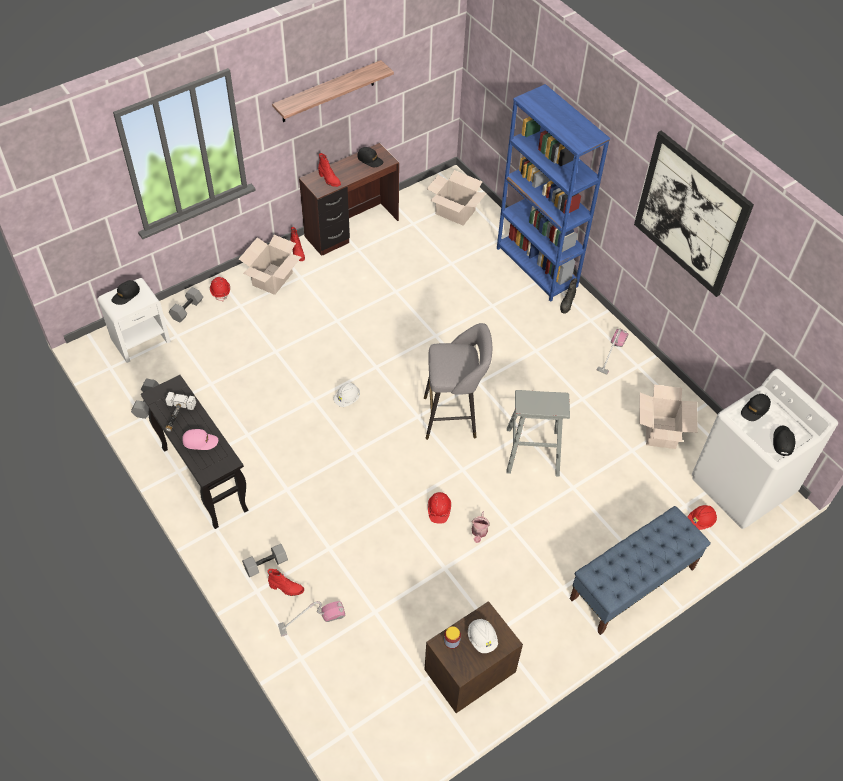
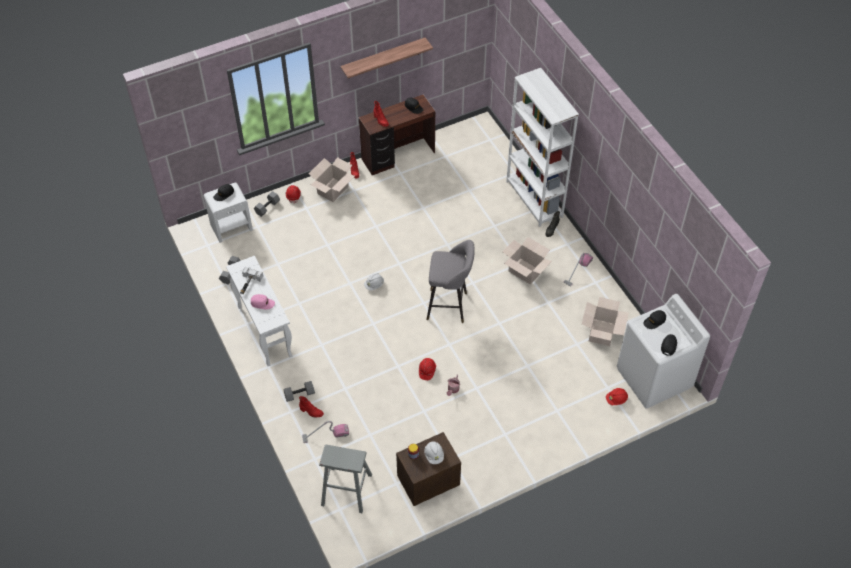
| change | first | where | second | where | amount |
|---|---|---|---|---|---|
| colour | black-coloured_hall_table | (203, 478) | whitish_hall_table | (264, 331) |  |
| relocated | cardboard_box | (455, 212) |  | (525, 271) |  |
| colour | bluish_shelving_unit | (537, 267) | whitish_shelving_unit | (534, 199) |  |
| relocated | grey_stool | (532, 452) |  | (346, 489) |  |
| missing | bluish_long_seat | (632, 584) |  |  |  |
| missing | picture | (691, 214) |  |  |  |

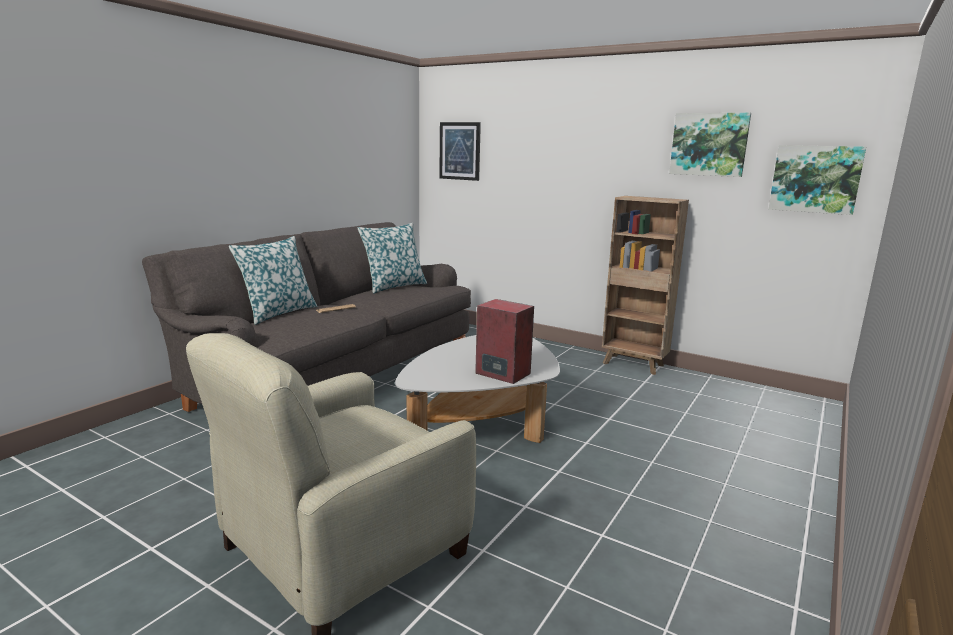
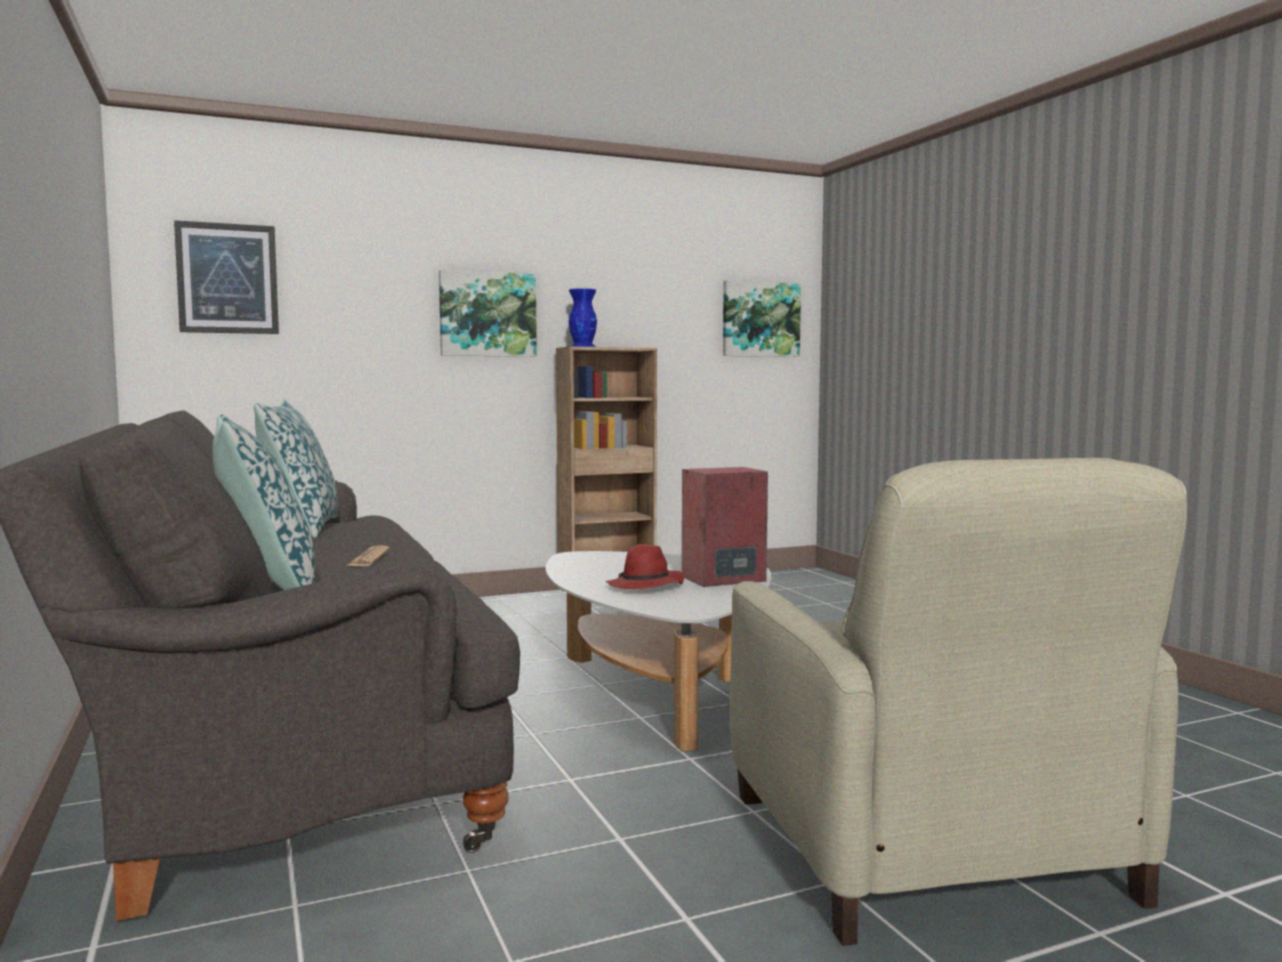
| change | first | where | second | where | amount |
|---|---|---|---|---|---|
| relocated | picture | (709, 144) |  | (487, 314) |  |
| appeared |  |  | bluish_vase | (583, 346) |  |
| appeared |  |  | red_hat | (645, 586) |  |

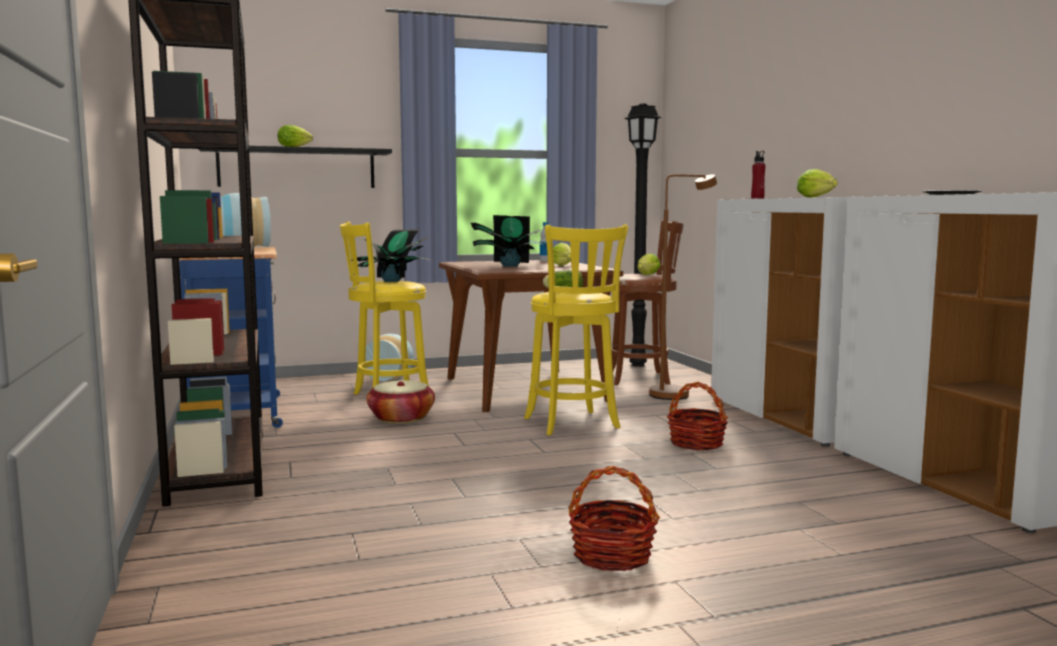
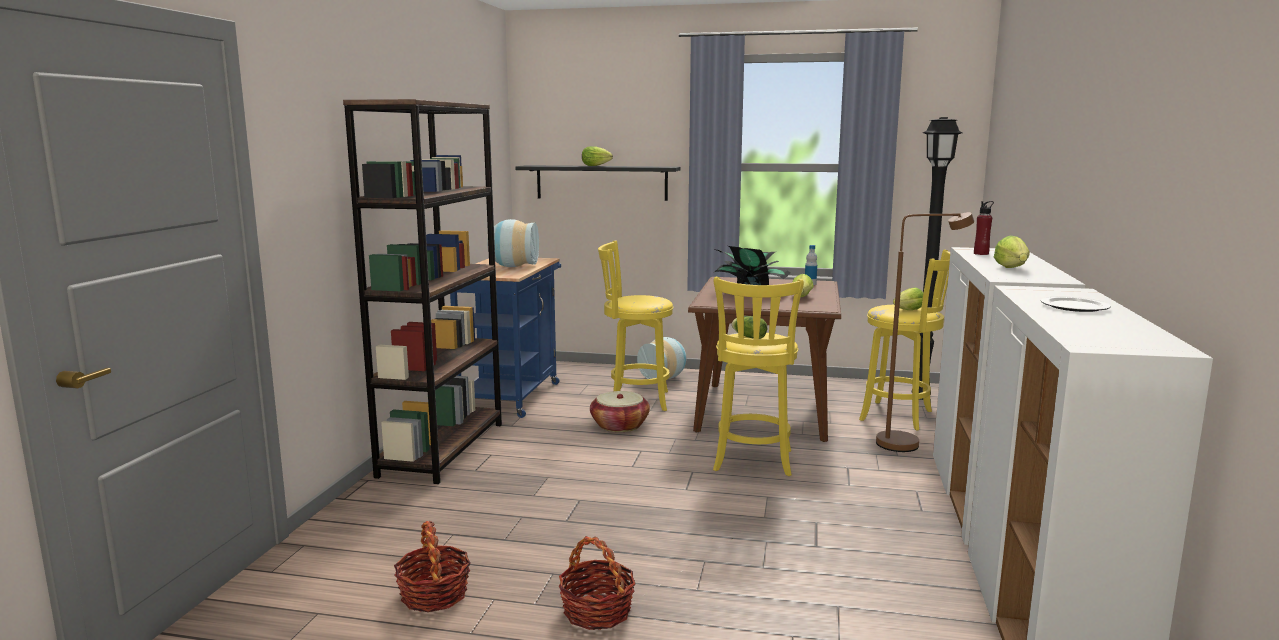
| change | first | where | second | where | amount |
|---|---|---|---|---|---|
| missing | houseplant | (392, 281) |  |  |  |
| colour | brown-coloured_stool | (642, 378) | yellow_stool | (900, 416) |  |
| relocated | basket | (696, 443) |  | (434, 595) |  |

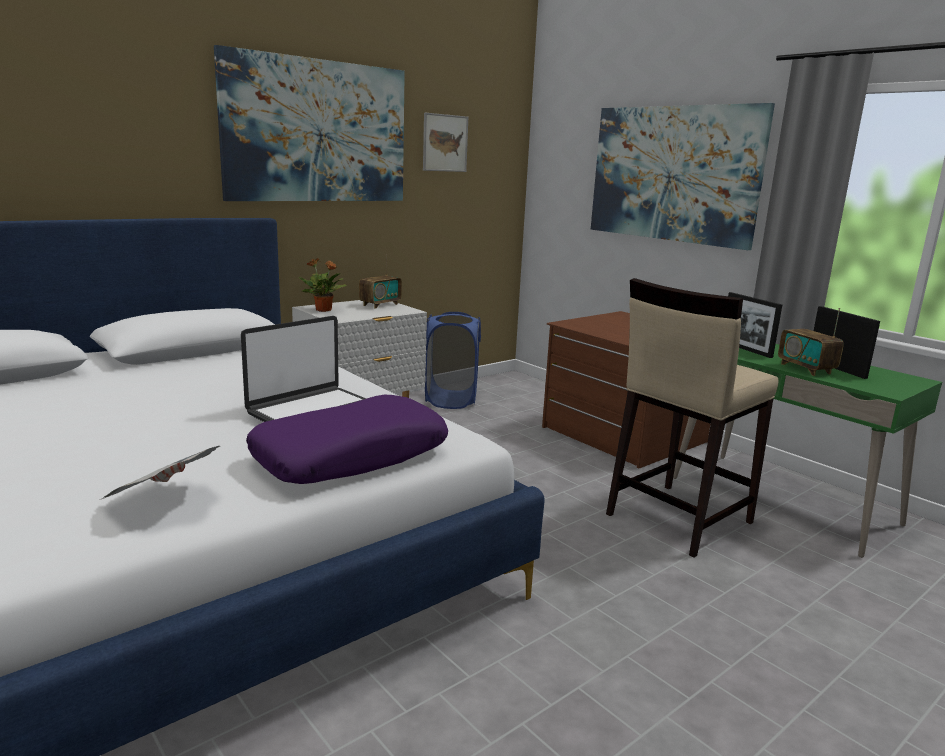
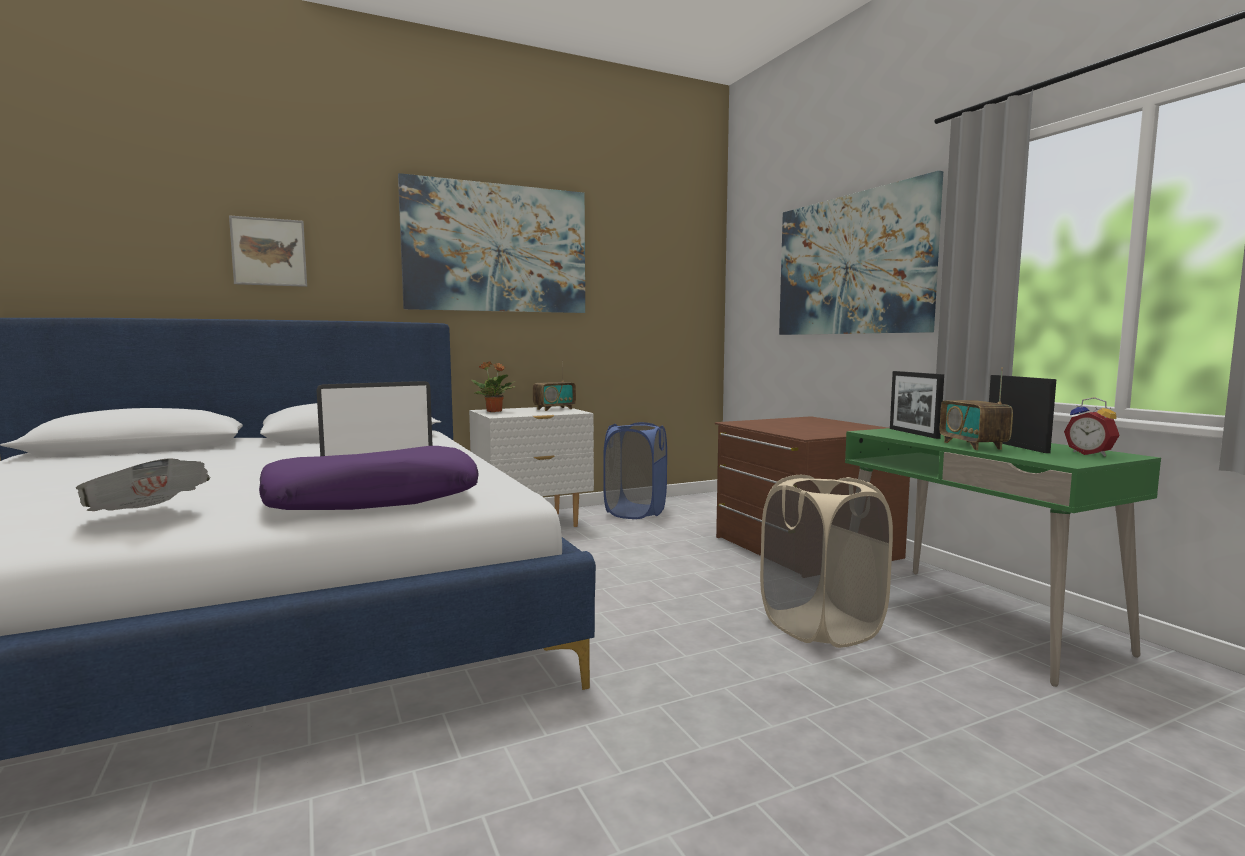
| change | first | where | second | where | amount |
|---|---|---|---|---|---|
| relocated | picture | (445, 143) |  | (269, 252) |  |
| exchanged | sand-coloured_stool | (677, 518) | sand-coloured_laundry_basket | (820, 627) |  |
| appeared |  |  | bedside_clock | (1091, 454) |  |

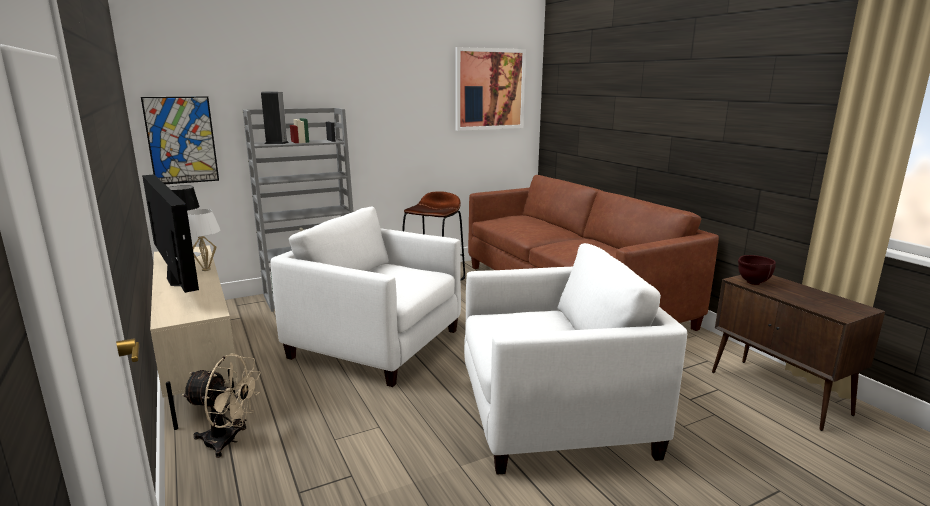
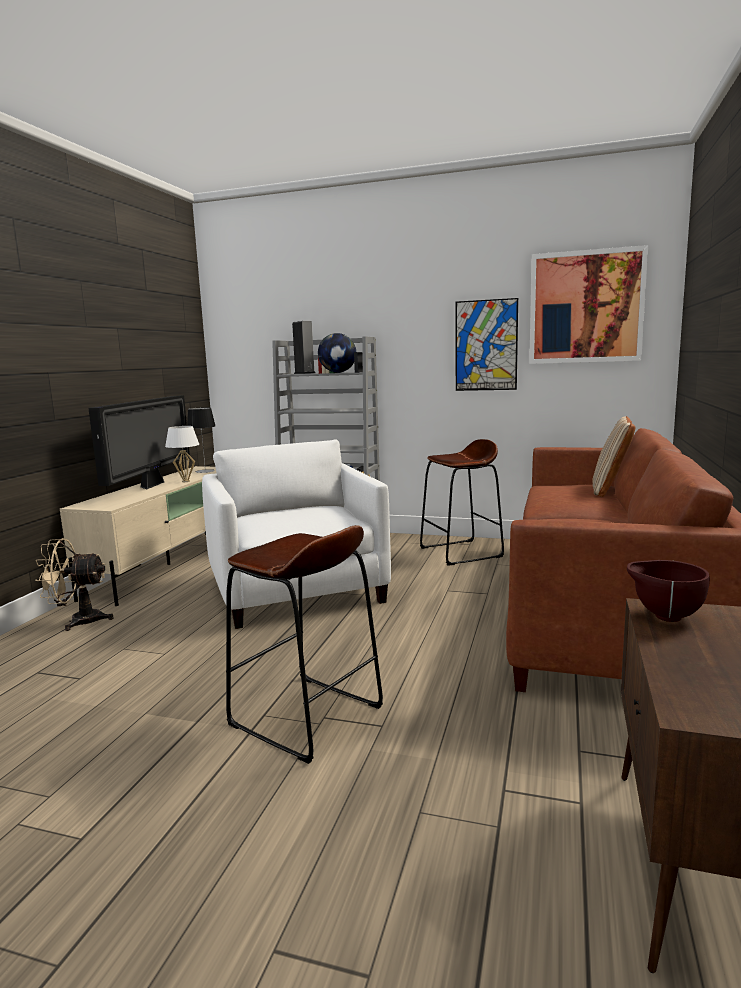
| change | first | where | second | where | amount |
|---|---|---|---|---|---|
| relocated | picture | (181, 140) |  | (486, 345) |  |
| spun | sand-coloured_fan | (228, 441) |  | (78, 621) | 120 degrees clockwise |
| exchanged | whitish_easy_chair | (554, 414) | brown-coloured_stool | (306, 716) |  |
| appeared |  |  | desk_globe | (338, 372) |  |
| appeared |  |  | sand-coloured_pillow | (610, 490) |  |

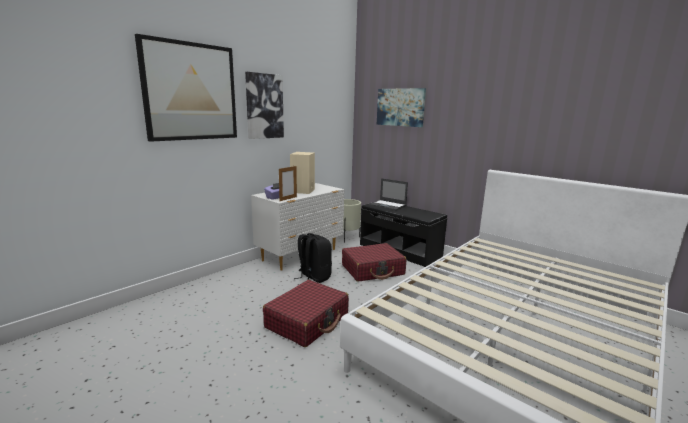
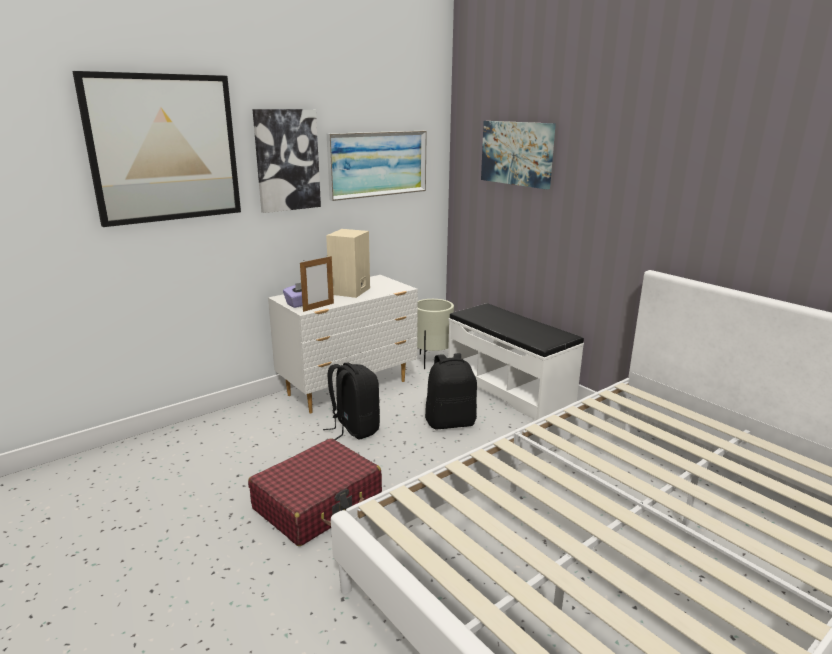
| change | first | where | second | where | amount |
|---|---|---|---|---|---|
| exchanged | red_suitcase | (373, 270) | black-coloured_backpack | (450, 422) |  |
| colour | black-coloured_long_seat | (400, 250) | whitish_long_seat | (509, 388) |  |
| missing | laptop | (388, 205) |  |  |  |
| appeared |  |  | picture | (378, 164) |  |

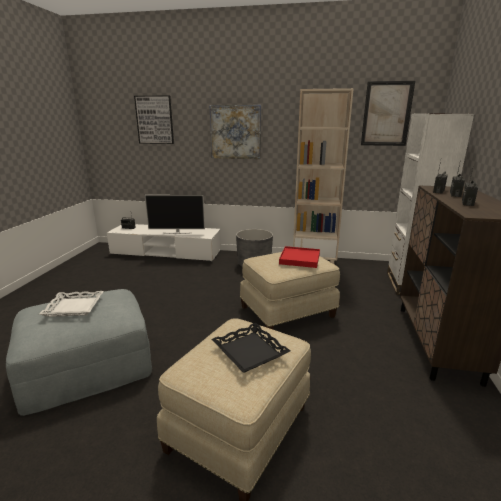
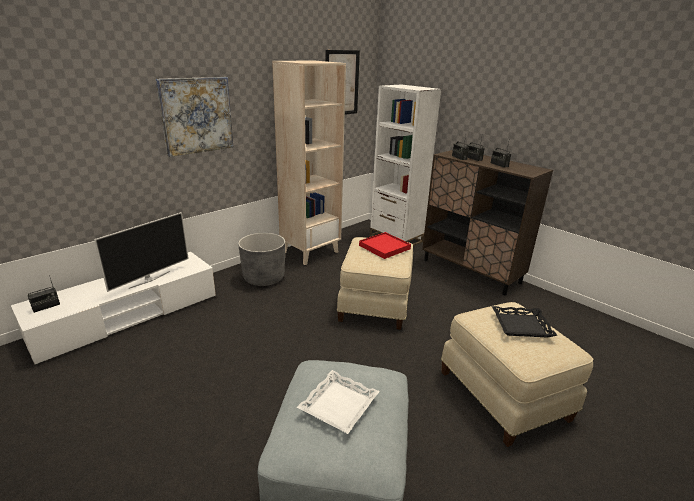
| change | first | where | second | where | amount |
|---|---|---|---|---|---|
| missing | picture | (155, 120) |  |  |  |

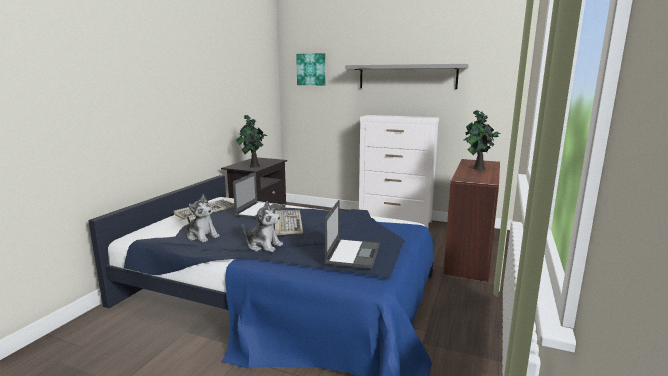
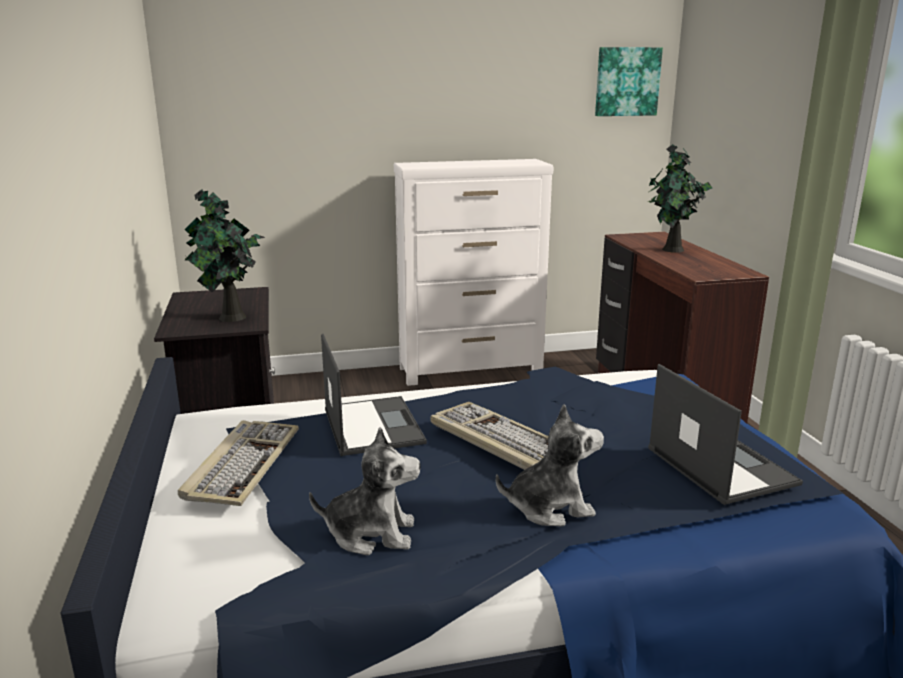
| change | first | where | second | where | amount |
|---|---|---|---|---|---|
| relocated | picture | (311, 69) |  | (627, 81) |  |
| missing | grey_bracket_shelf | (407, 77) |  |  |  |

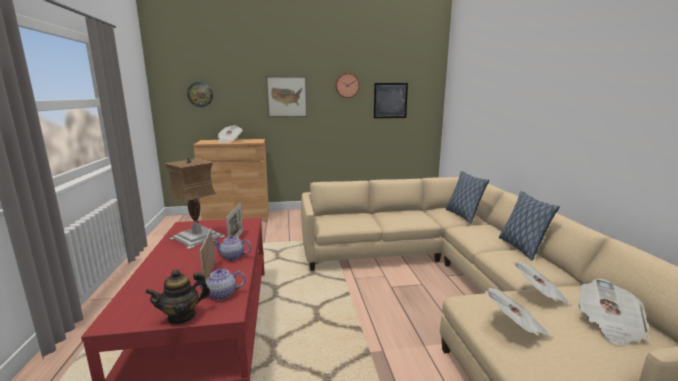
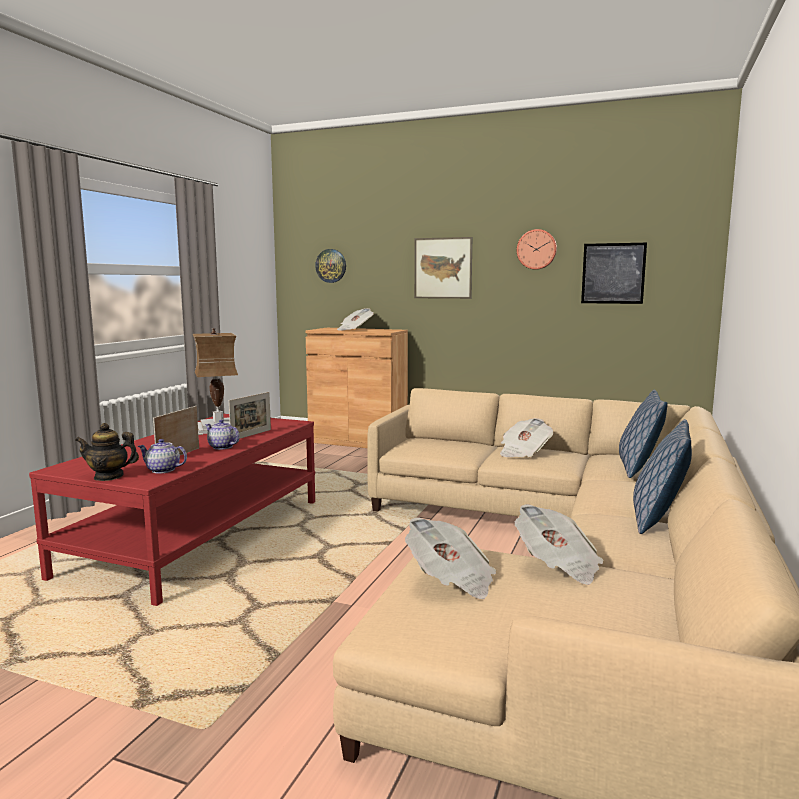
| change | first | where | second | where | amount |
|---|---|---|---|---|---|
| relocated | printed_paper | (609, 325) |  | (523, 452) |  |

